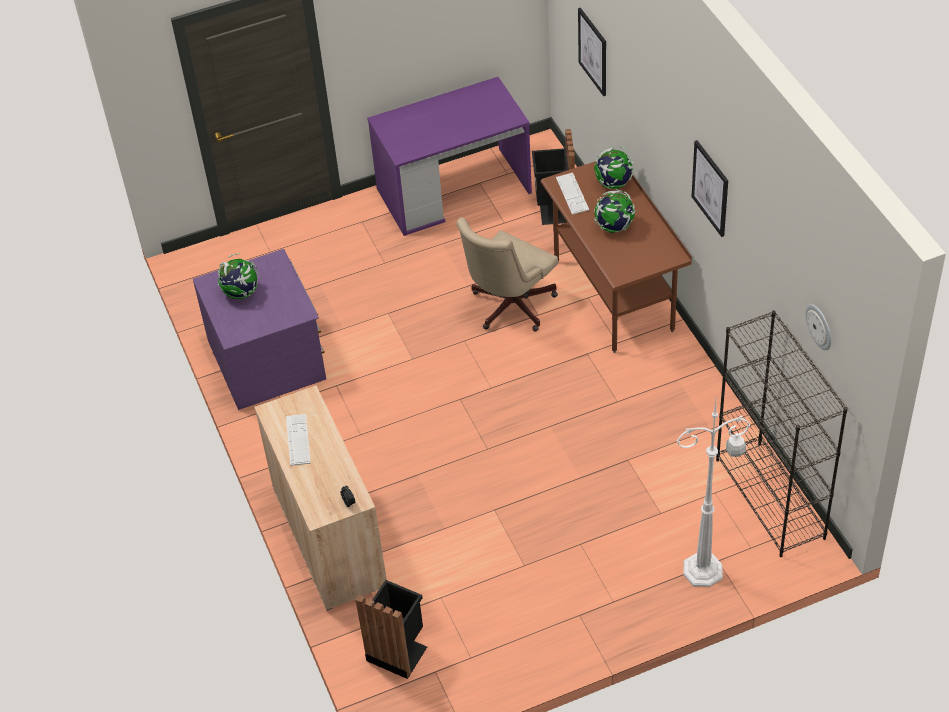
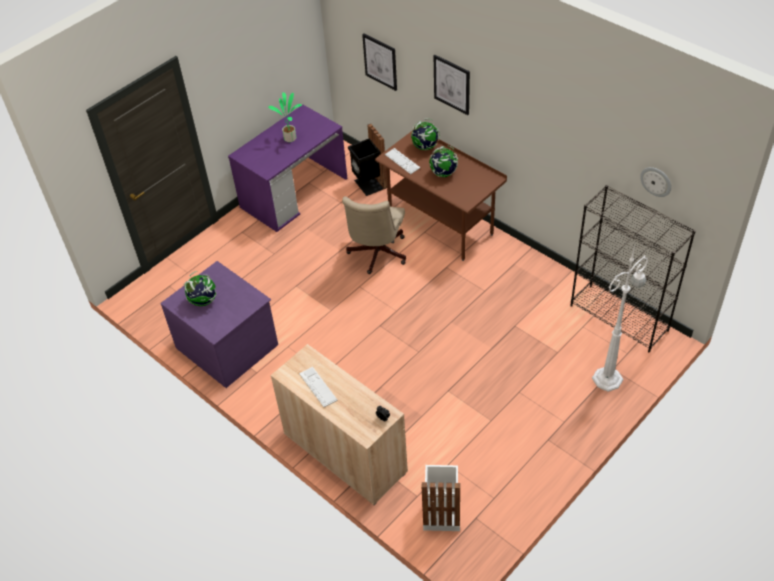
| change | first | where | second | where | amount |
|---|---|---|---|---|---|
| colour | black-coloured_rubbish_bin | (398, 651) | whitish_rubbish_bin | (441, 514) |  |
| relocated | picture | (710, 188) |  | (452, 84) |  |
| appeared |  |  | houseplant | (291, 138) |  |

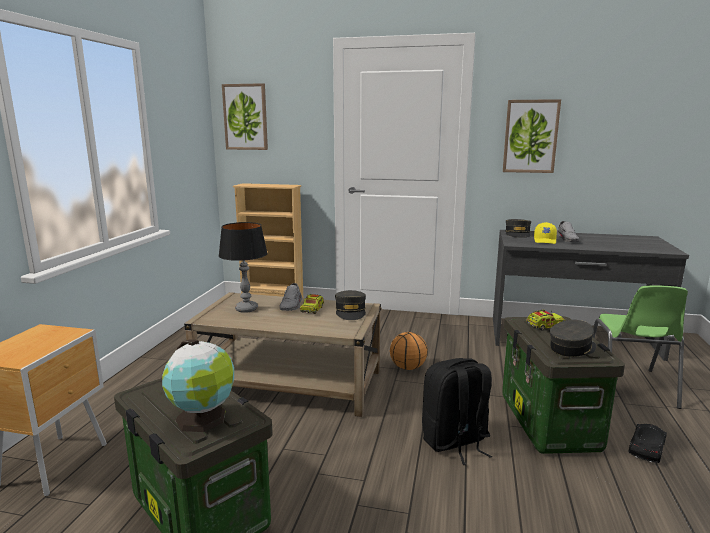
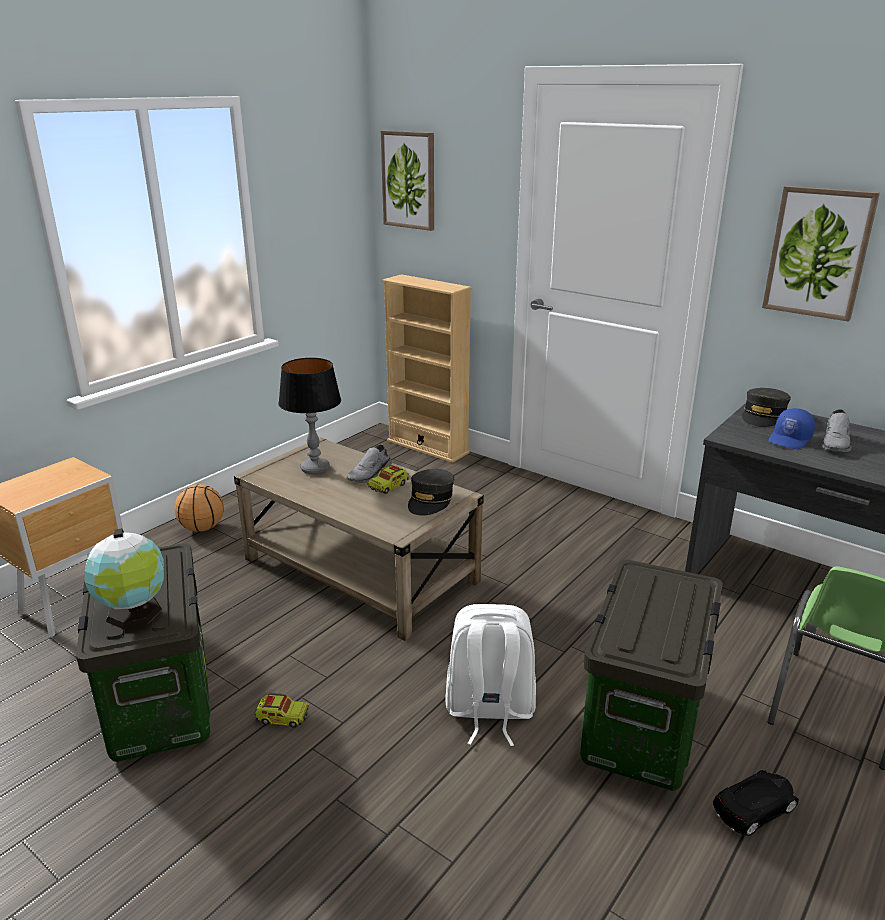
| change | first | where | second | where | amount |
|---|---|---|---|---|---|
| relocated | ball_for_basketball | (407, 367) |  | (202, 528) |  |
| colour | black-coloured_backpack | (455, 442) | whitish_backpack | (489, 710) |  |
| relocated | toy_lorry | (544, 326) |  | (282, 717) |  |
| colour | yellow_baseball_cap | (545, 241) | bluish_baseball_cap | (790, 439) |  |
| missing | grey_baseball_cap | (572, 348) |  |  |  |

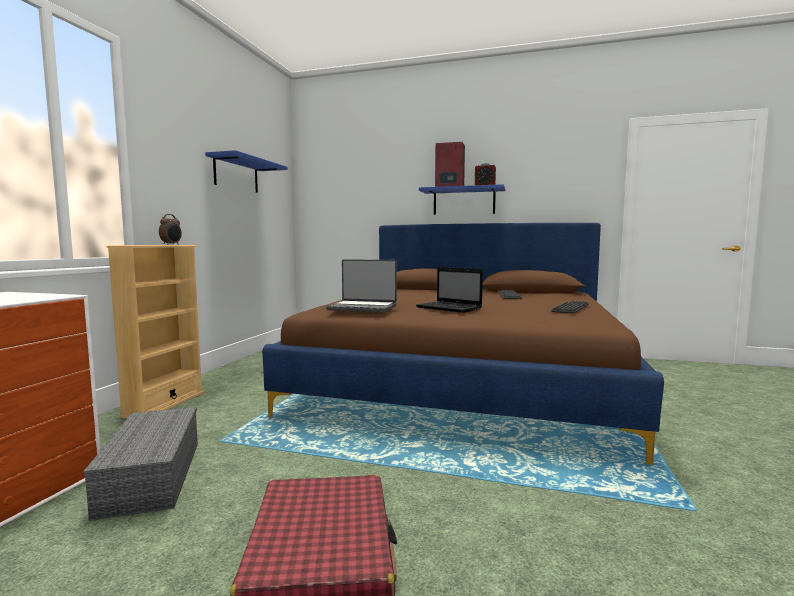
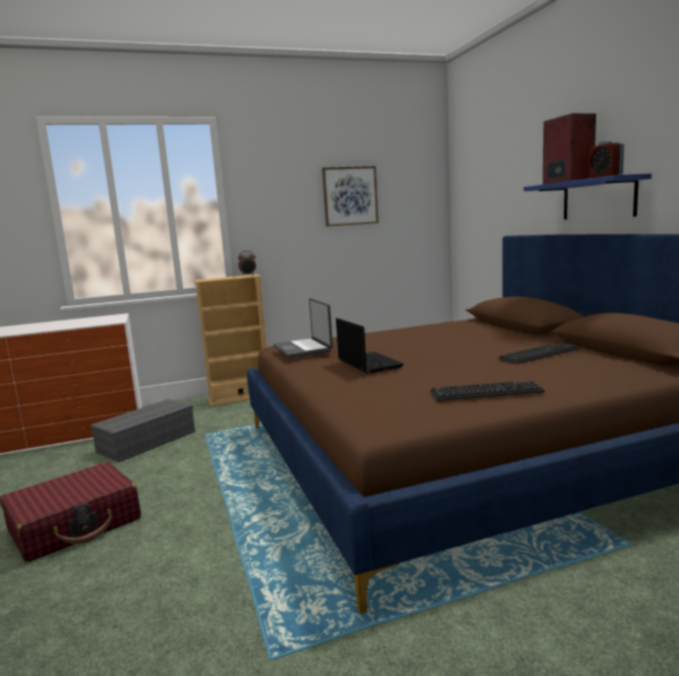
| change | first | where | second | where | amount |
|---|---|---|---|---|---|
| exchanged | bluish_bracket_shelf | (236, 175) | picture | (350, 196) |  |
| spun | laptop | (450, 308) |  | (368, 363) | 150 degrees clockwise |

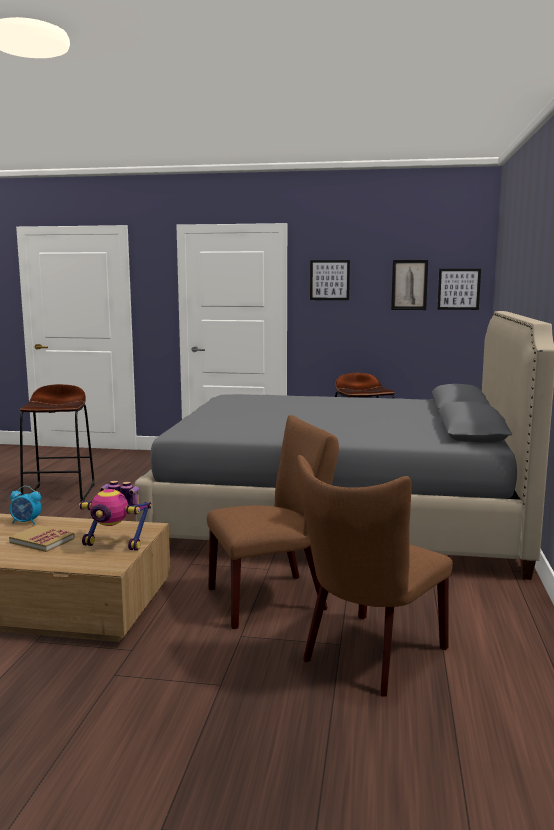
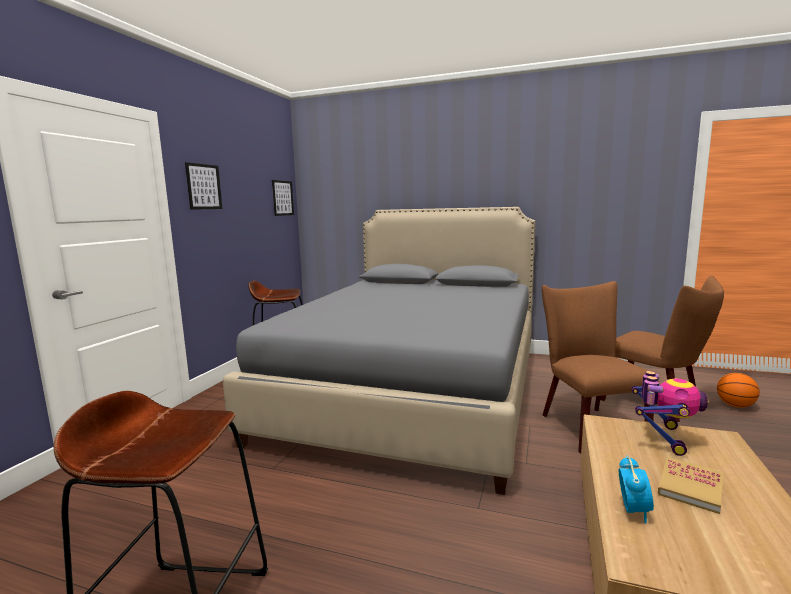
| change | first | where | second | where | amount |
|---|---|---|---|---|---|
| missing | picture | (409, 285) |  |  |  |
| appeared |  |  | ball_for_basketball | (735, 405) |  |

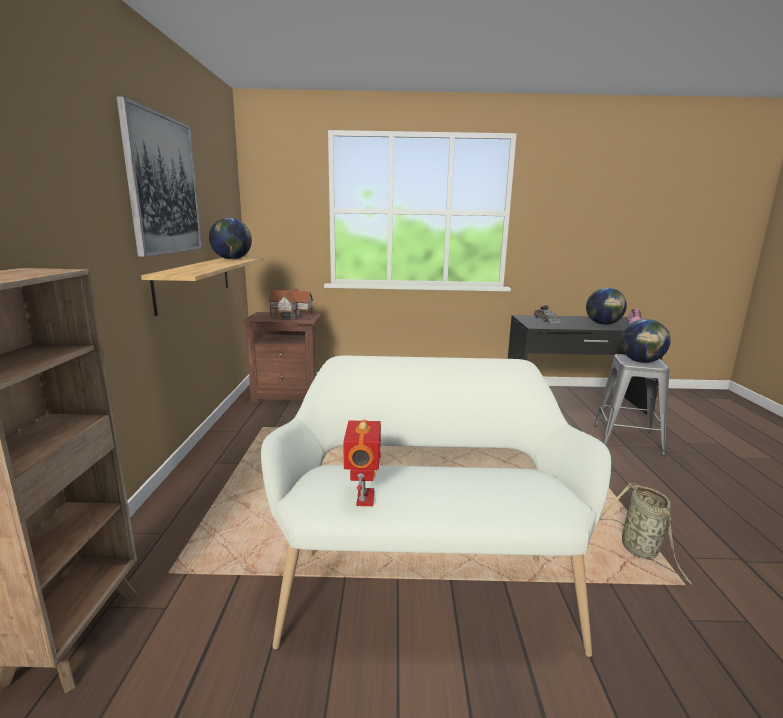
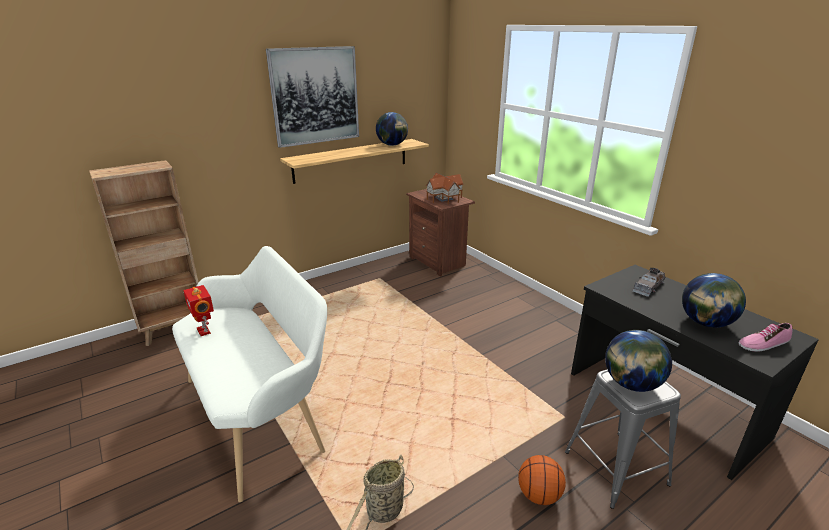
| change | first | where | second | where | amount |
|---|---|---|---|---|---|
| spun | robot_figure | (363, 498) |  | (205, 331) | 90 degrees clockwise |
| appeared |  |  | ball_for_basketball | (539, 495) |  |

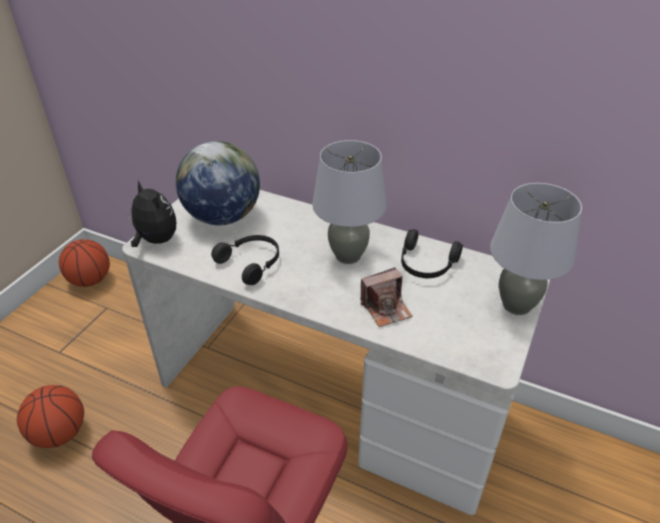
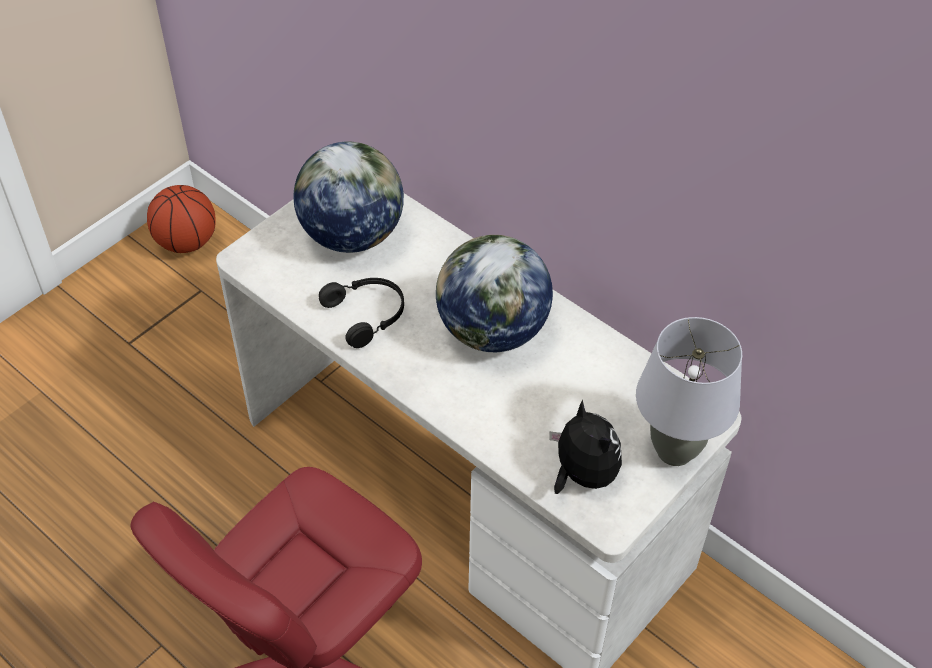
| change | first | where | second | where | amount |
|---|---|---|---|---|---|
| missing | ball_for_basketball | (60, 433) |  |  |  |
| relocated | plush_toy | (155, 240) |  | (582, 475) |  |
| exchanged | grey_lamp_for_a_table | (348, 256) | desk_globe | (492, 331) |  |
| missing | photo_camera | (386, 308) |  |  |  |
| missing | black-coloured_headset | (426, 264) |  |  |  |

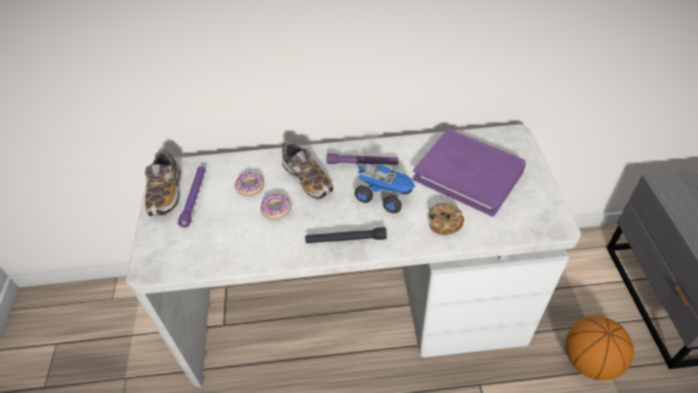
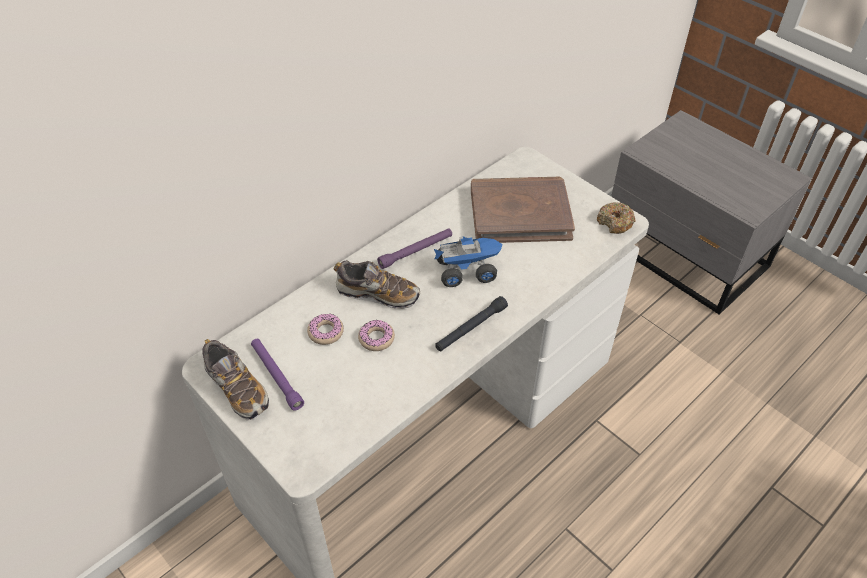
| change | first | where | second | where | amount |
|---|---|---|---|---|---|
| colour | purple_volume | (469, 174) | brown-coloured_volume | (520, 213) |  |
| relocated | donut | (444, 223) |  | (615, 222) |  |
| missing | ball_for_basketball | (589, 361) |  |  |  |

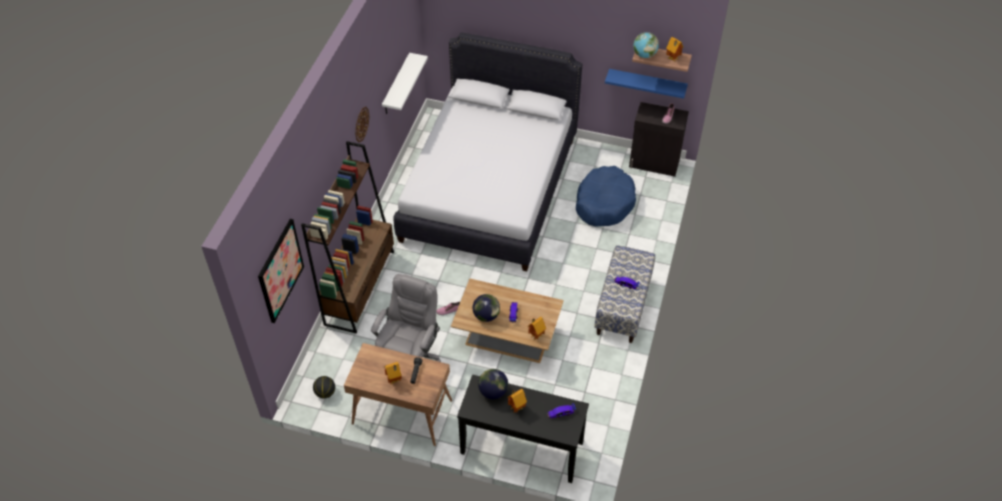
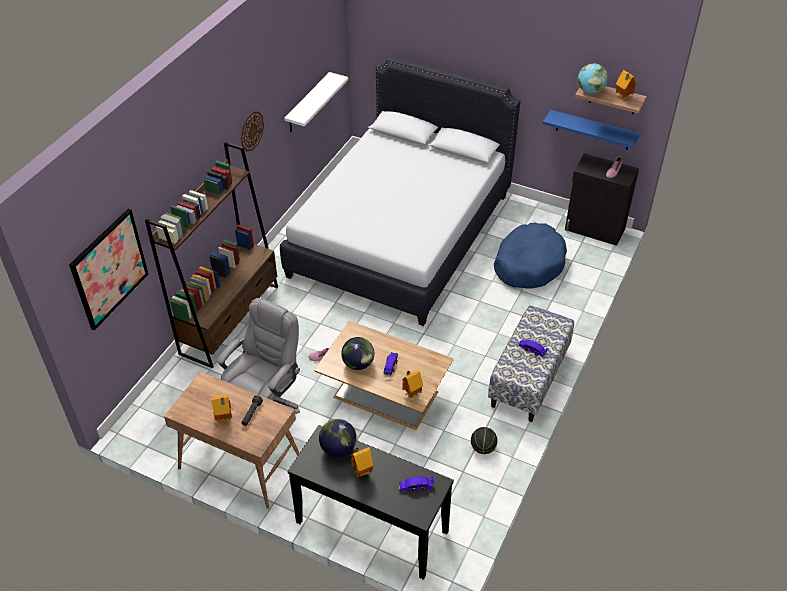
| change | first | where | second | where | amount |
|---|---|---|---|---|---|
| relocated | ball_for_basketball | (325, 393) |  | (483, 448) |  |

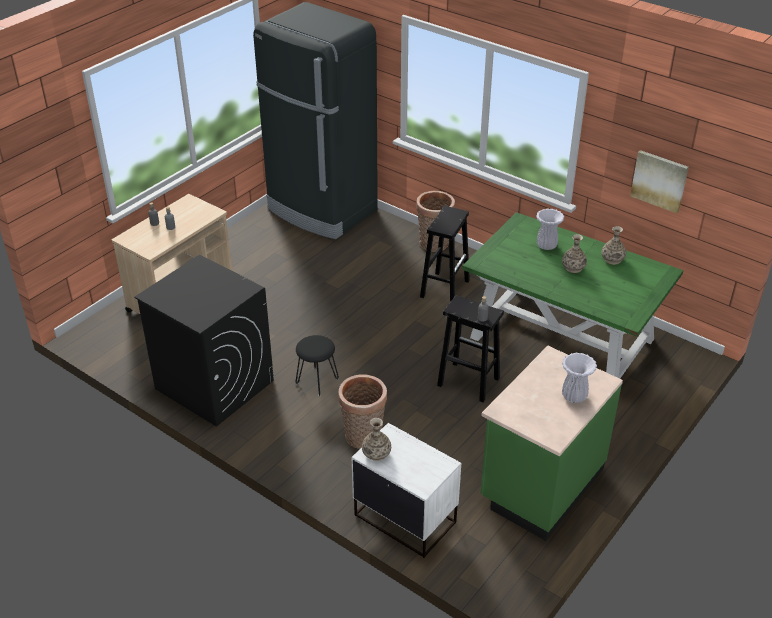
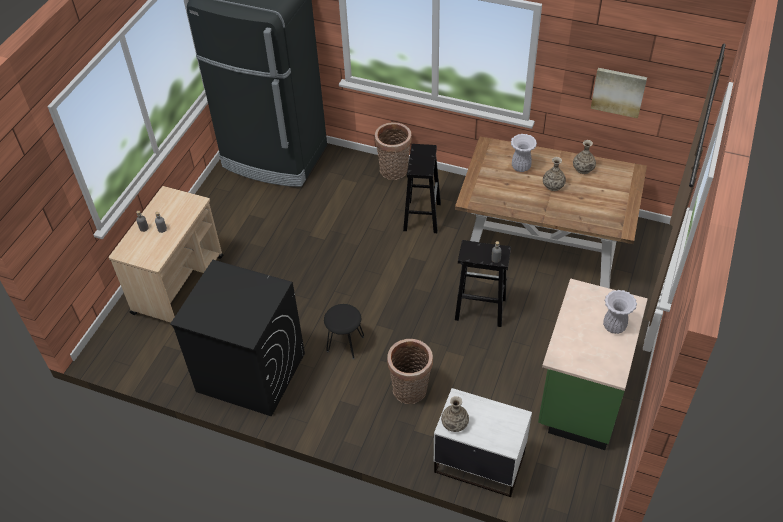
| change | first | where | second | where | amount |
|---|---|---|---|---|---|
| colour | green_kitchen_table | (561, 338) | brown-coloured_kitchen_table | (543, 243) |  |

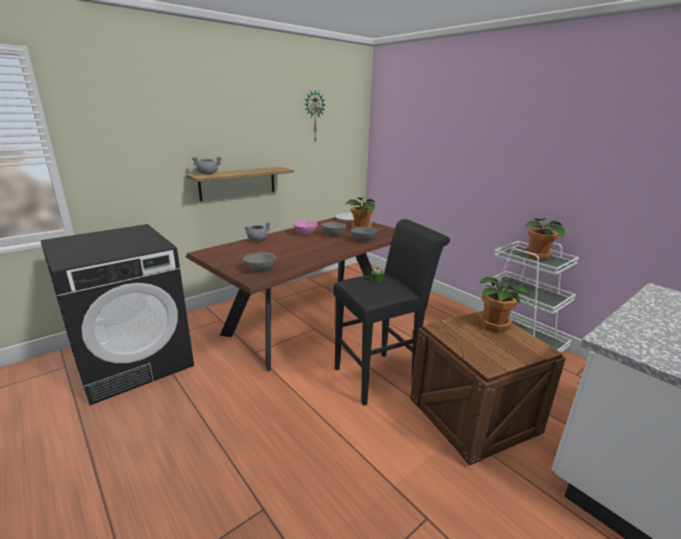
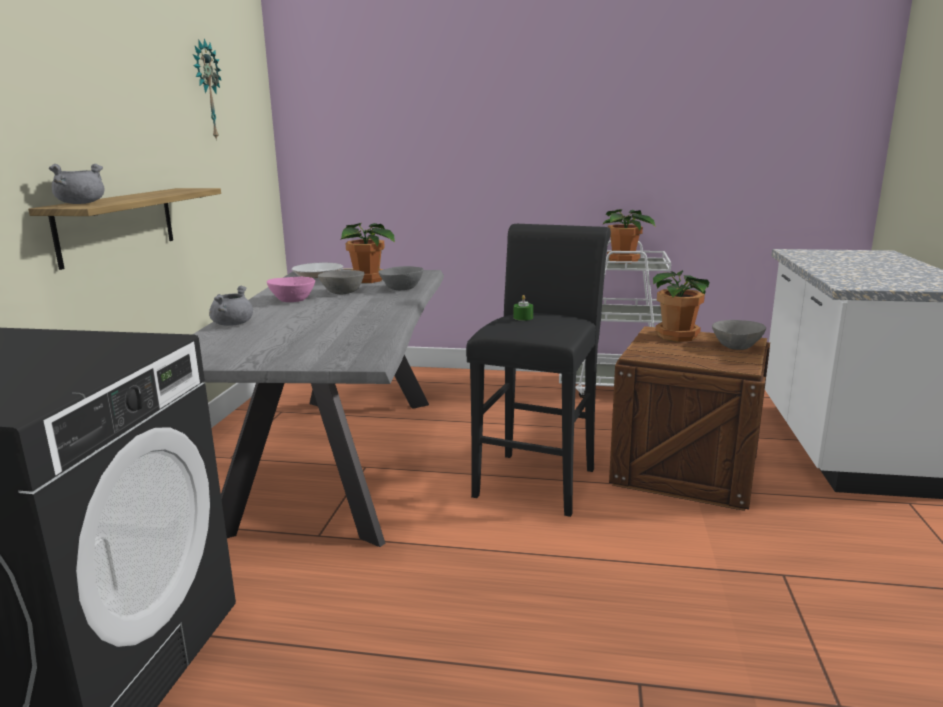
| change | first | where | second | where | amount |
|---|---|---|---|---|---|
| colour | brown-coloured_kitchen_table | (310, 320) | grey_kitchen_table | (339, 459) |  |
| relocated | grey_bowl | (260, 269) |  | (736, 346) |  |

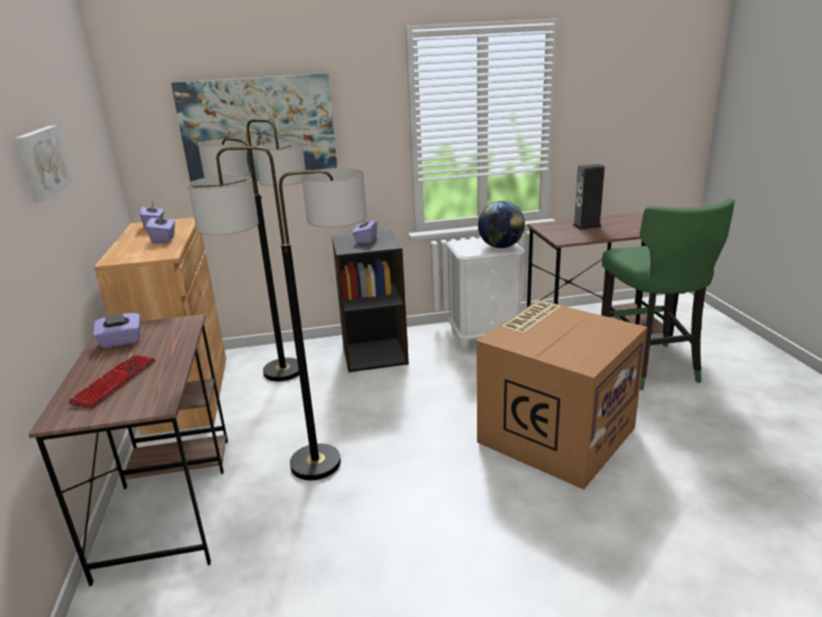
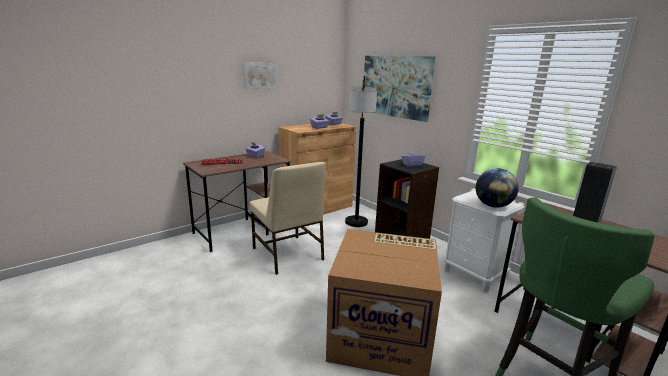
| change | first | where | second | where | amount |
|---|---|---|---|---|---|
| exchanged | floor_lamp | (316, 463) | sand-coloured_chair | (287, 254) |  |

